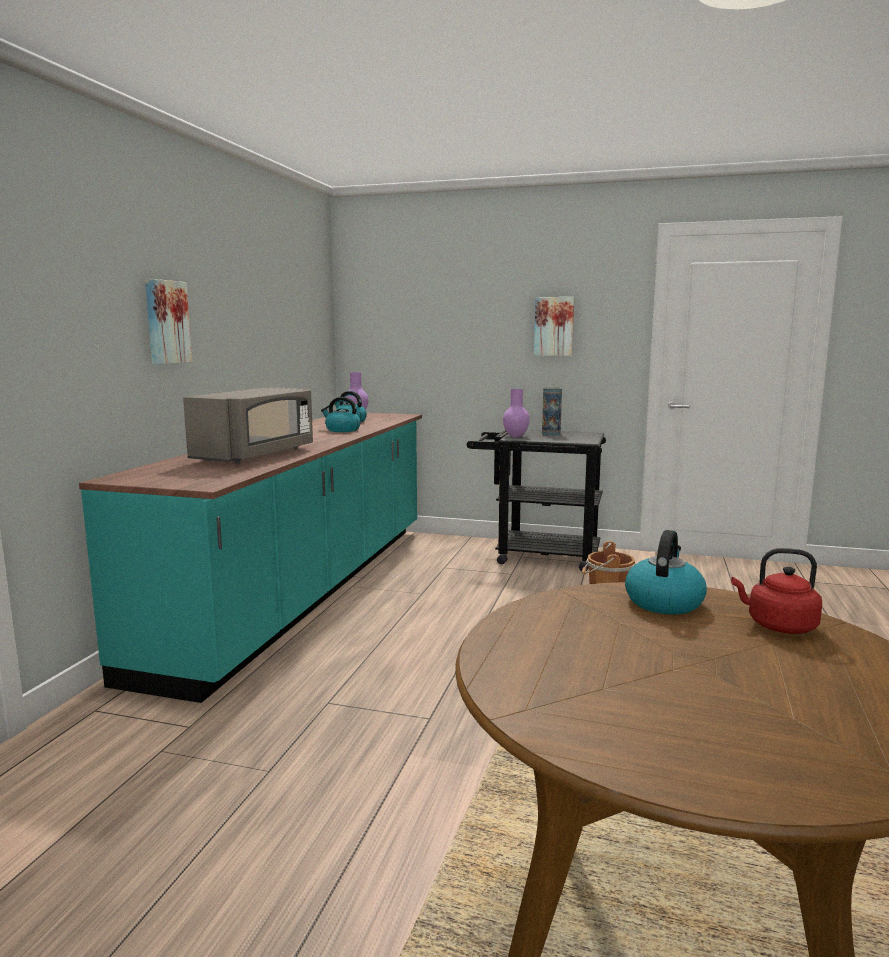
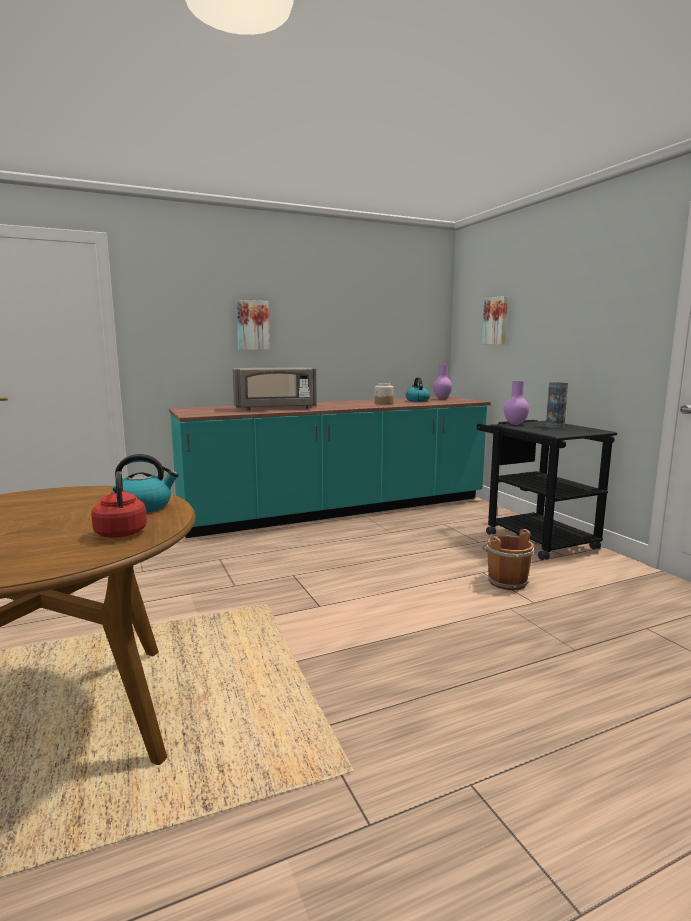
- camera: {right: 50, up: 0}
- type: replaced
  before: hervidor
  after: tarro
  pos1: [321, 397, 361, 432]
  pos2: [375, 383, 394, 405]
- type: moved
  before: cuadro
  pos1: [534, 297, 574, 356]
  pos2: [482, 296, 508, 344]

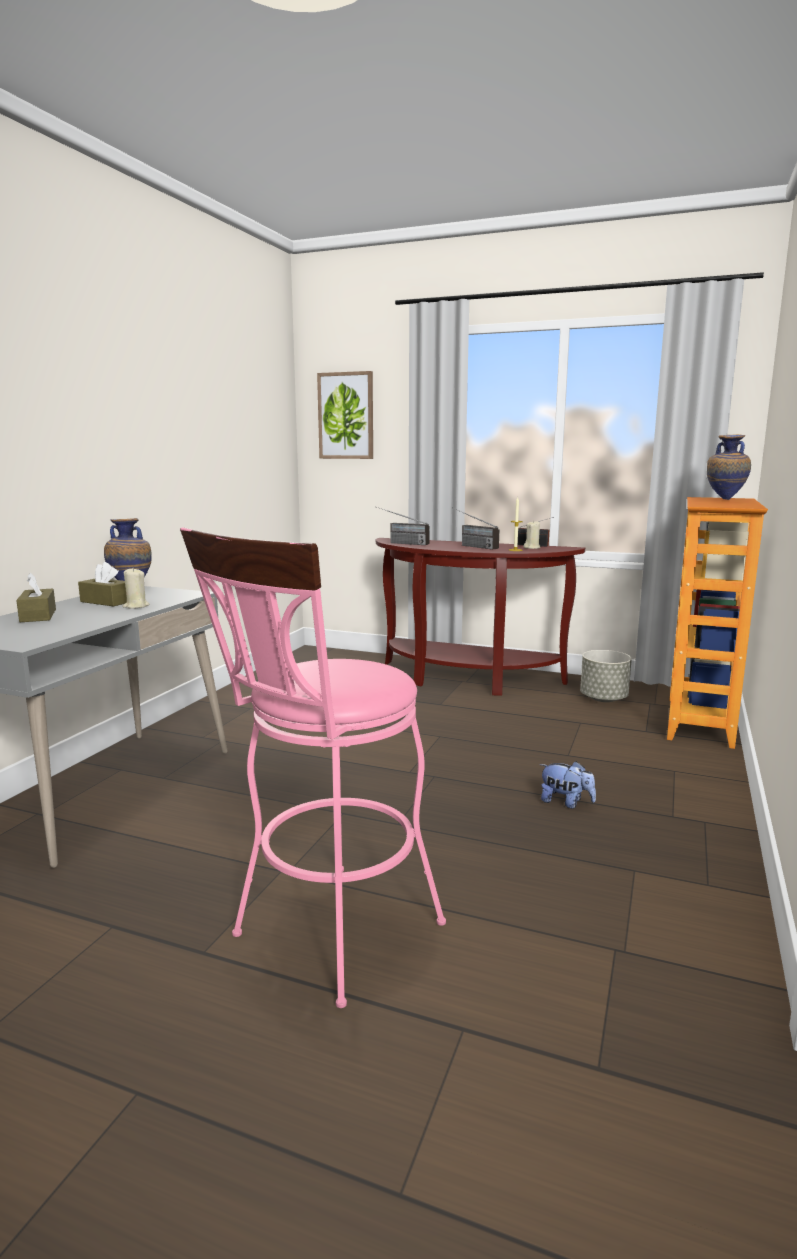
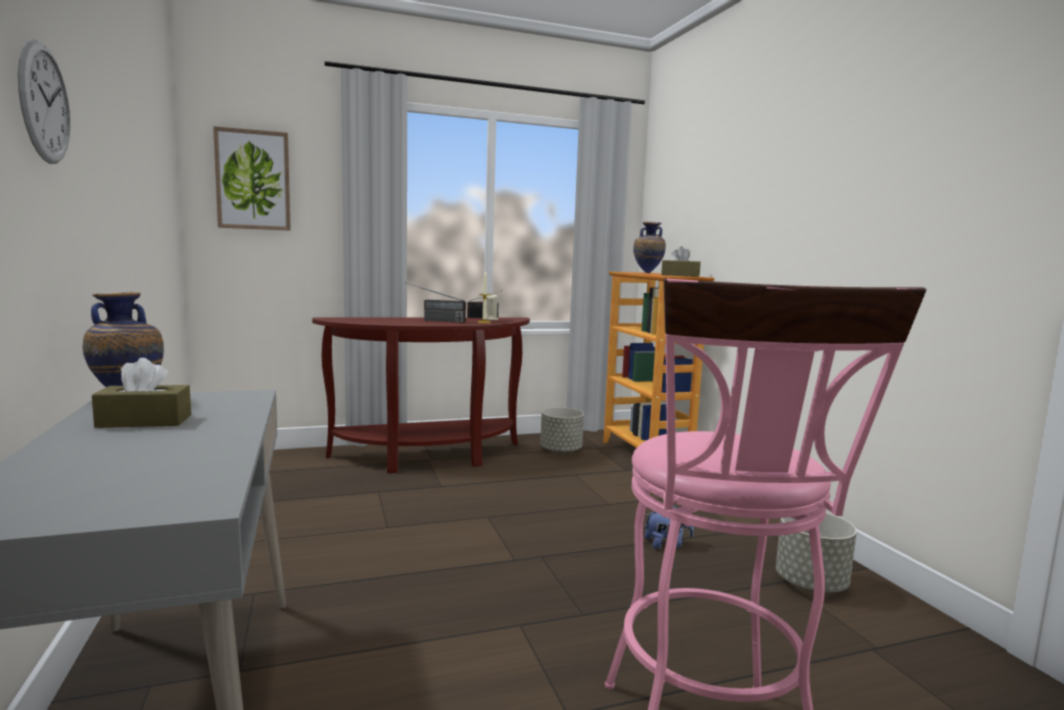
- camera: {right: -40, up: -5}
- type: added
  after: reloj de pared
  pos2: [18, 39, 70, 164]
- type: moved
  before: caja de pañuelos (marrón)
  pos1: [16, 572, 56, 622]
  pos2: [661, 246, 701, 277]
- type: added
  after: maceta (gris)
  pos2: [776, 512, 857, 592]
- type: removed
  before: vela (beis)
  pos1: [122, 568, 149, 609]
- type: removed
  before: radio
  pos1: [375, 506, 430, 545]

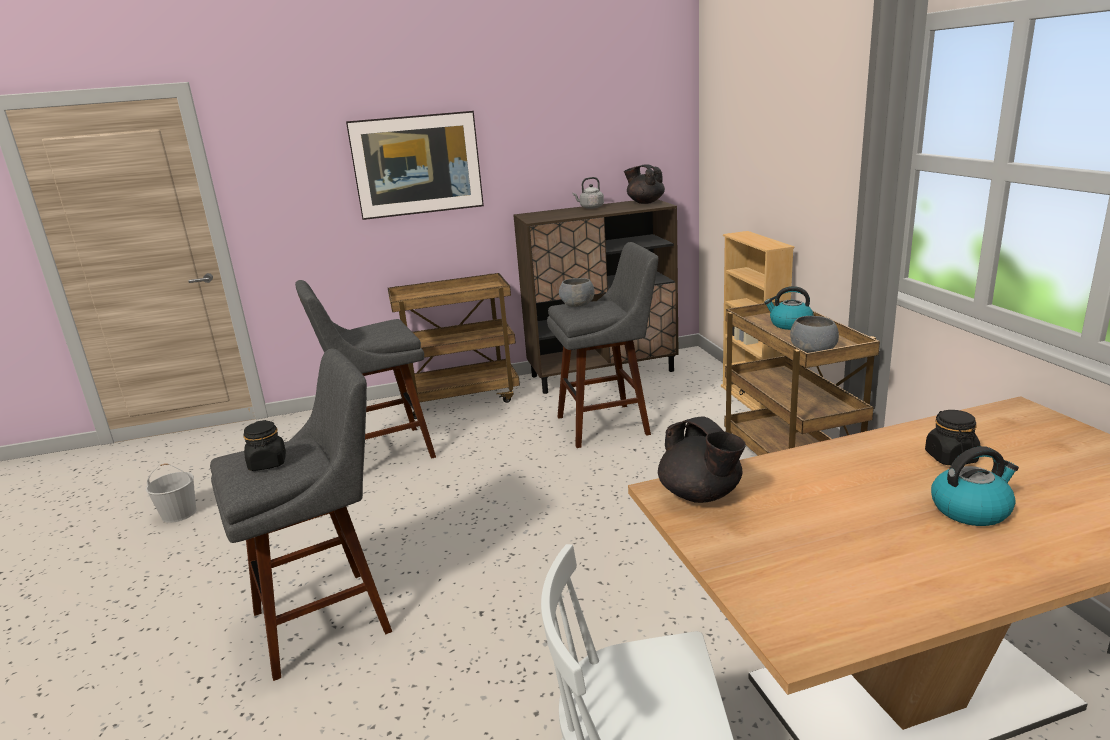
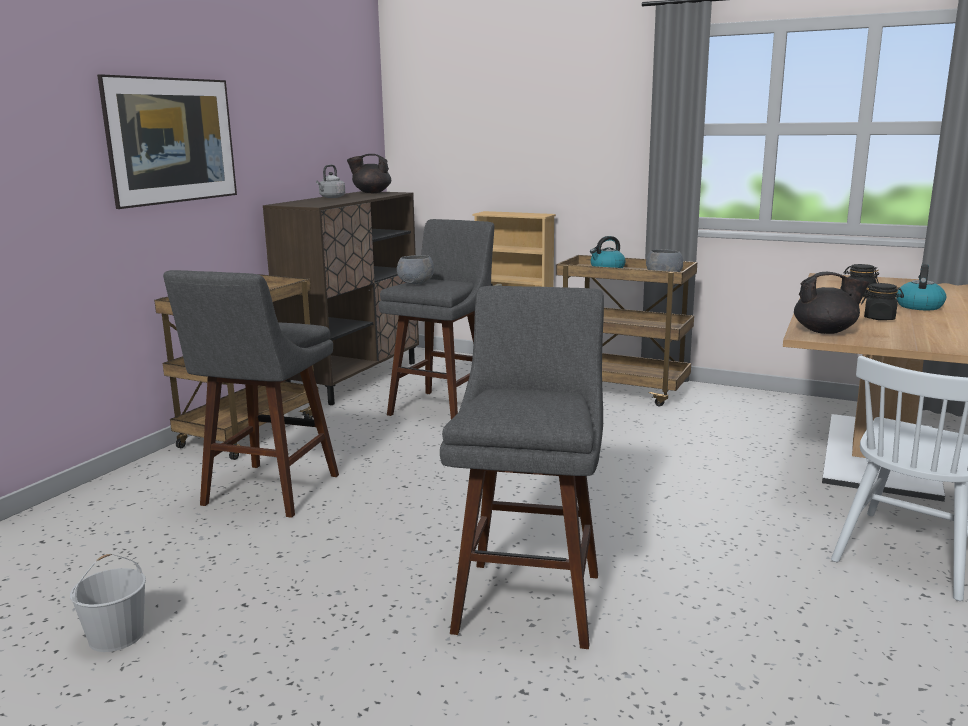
- camera: {right: -50, up: -5}
- type: moved
  before: tarro (negro)
  pos1: [244, 420, 286, 471]
  pos2: [861, 283, 904, 320]

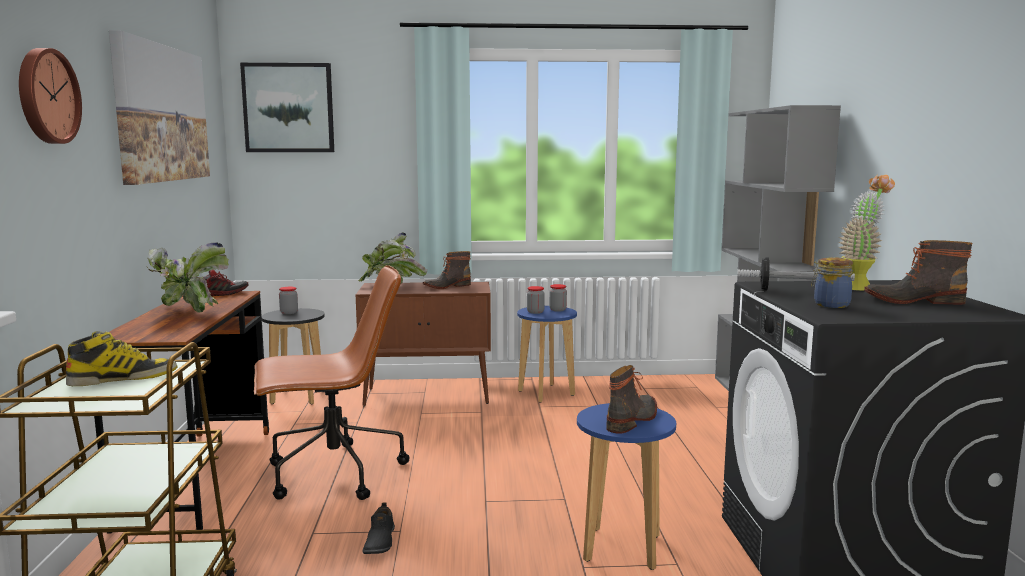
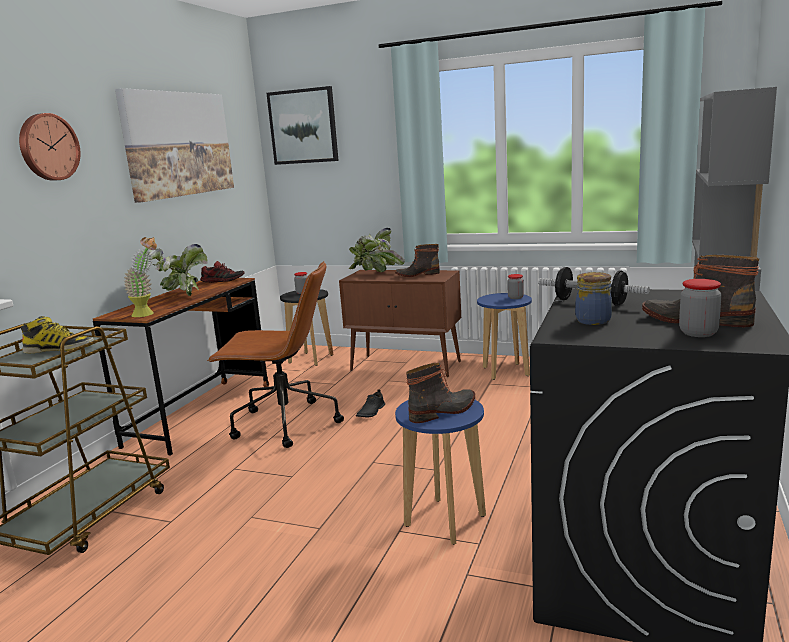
- camera: {right: 25, up: 5}
- type: moved
  before: planta en maceta
  pos1: [838, 175, 895, 290]
  pos2: [123, 237, 157, 317]
- type: moved
  before: zapato (negro)
  pos1: [362, 503, 395, 554]
  pos2: [356, 390, 385, 417]
- type: moved
  before: tarro
  pos1: [527, 286, 545, 314]
  pos2: [679, 279, 722, 337]

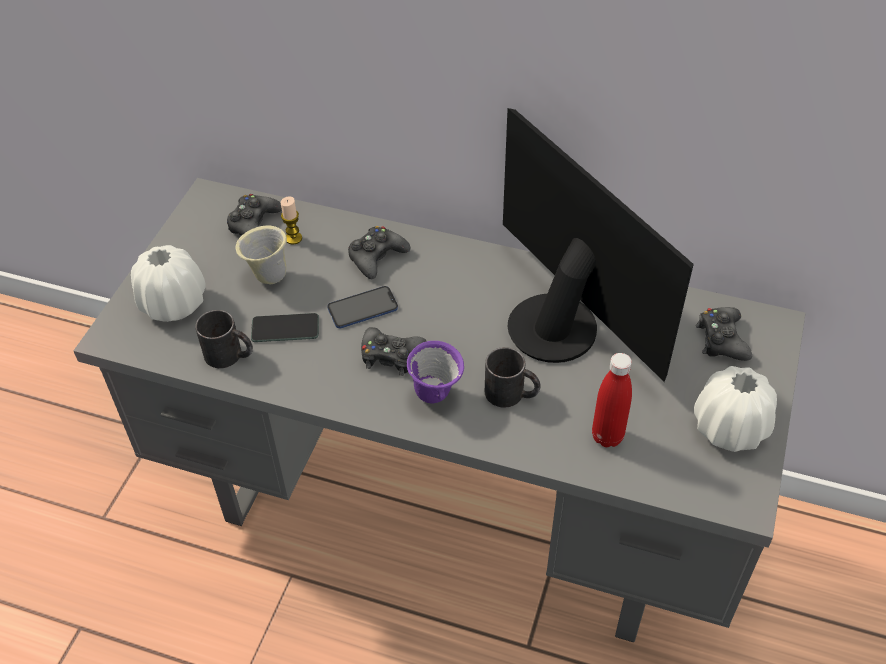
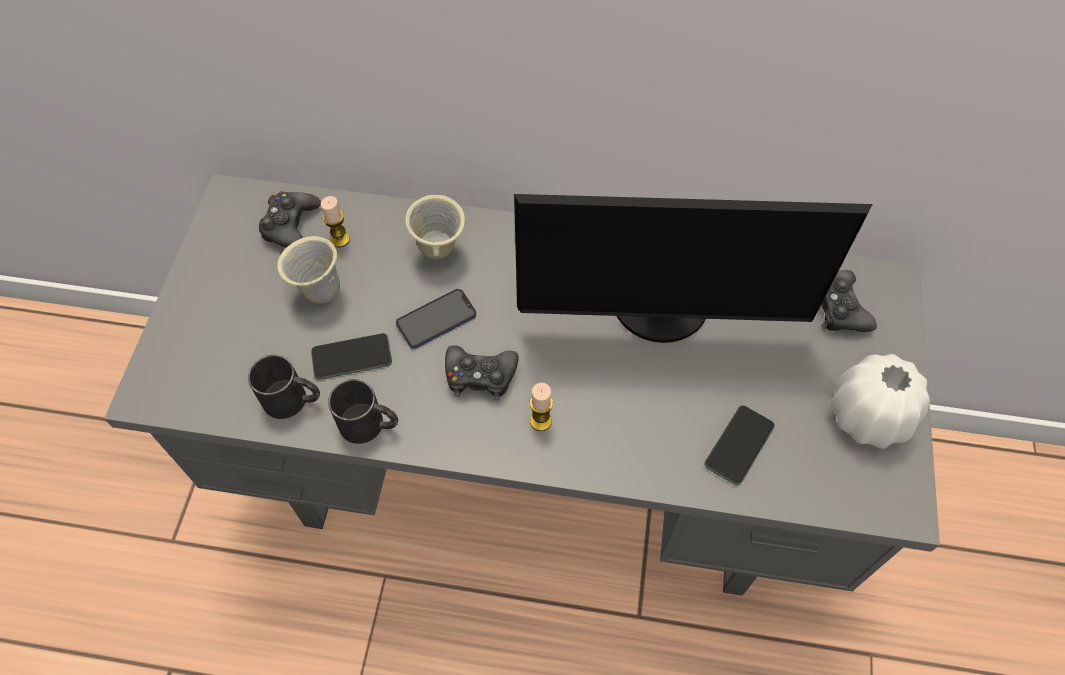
- camera: {right: -10, up: 10}
- type: moved
  before: taza grande (negro)
  pos1: [485, 347, 540, 408]
  pos2: [328, 379, 398, 444]
- type: replaced
  before: mando de consola (negro)
  after: taza grande (beis)
  pos1: [348, 226, 410, 279]
  pos2: [405, 195, 465, 259]
- type: turned
  before: monitor
  pos1: [503, 108, 694, 382]
  pos2: [514, 194, 873, 343]
  turn: 135
- type: replaced
  before: taza grande (morado)
  after: vela
  pos1: [407, 341, 464, 403]
  pos2: [530, 383, 553, 431]
- type: replaced
  before: botella (rojo)
  after: móvil
  pos1: [592, 353, 632, 447]
  pos2: [704, 405, 775, 485]
- type: removed
  before: florero (blanco)
  pos1: [131, 245, 205, 322]

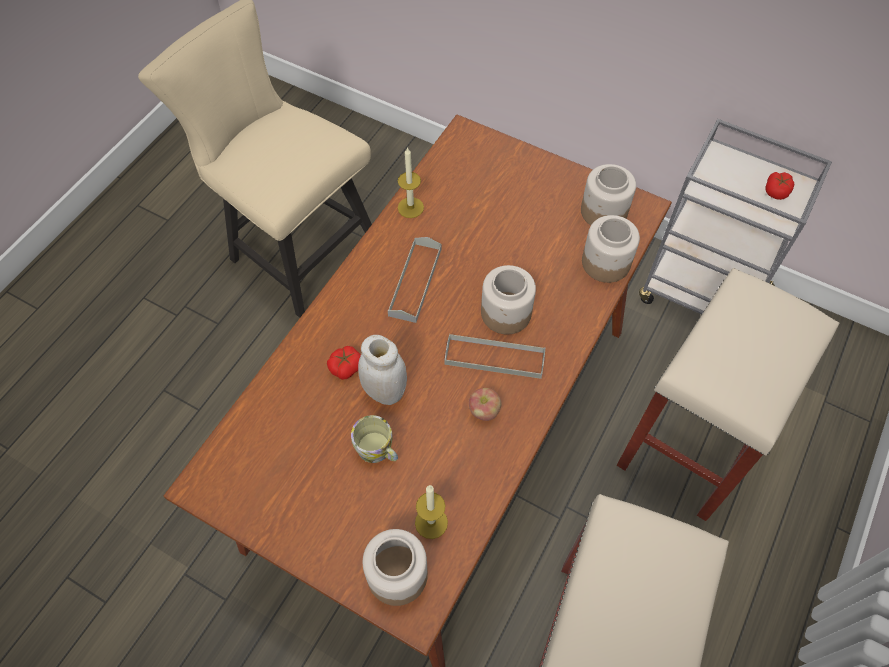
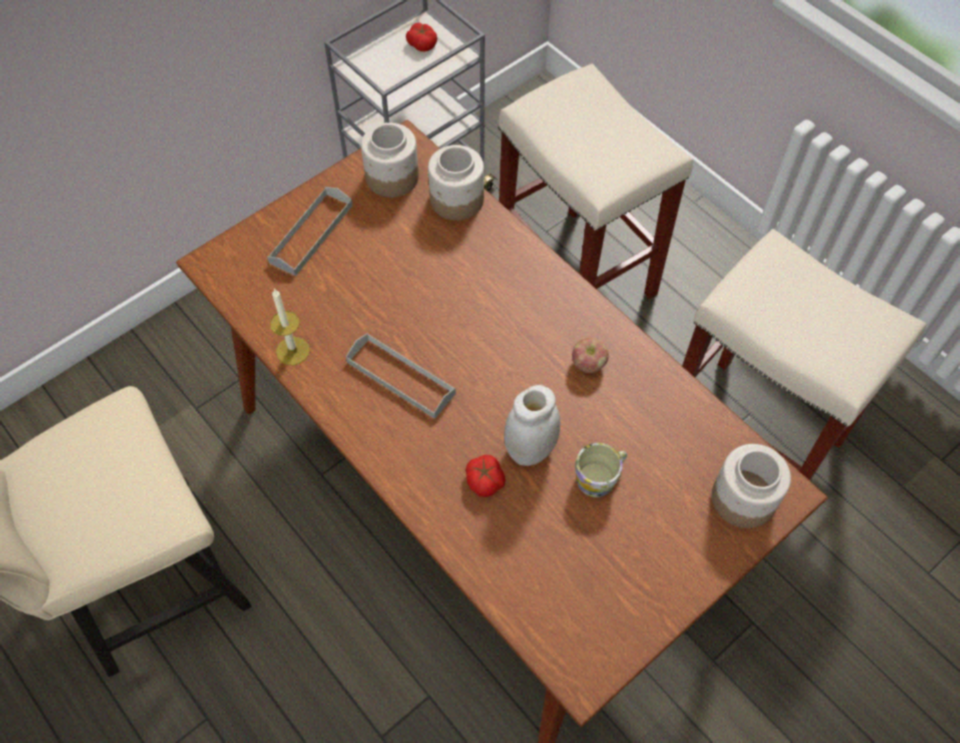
- camera: {right: -70, up: 0}
- type: moved
  before: bandeja (gris)
  pos1: [445, 334, 545, 379]
  pos2: [267, 187, 353, 276]
- type: removed
  before: vela
  pos1: [415, 485, 448, 539]
- type: removed
  before: tarro
  pos1: [481, 265, 536, 334]

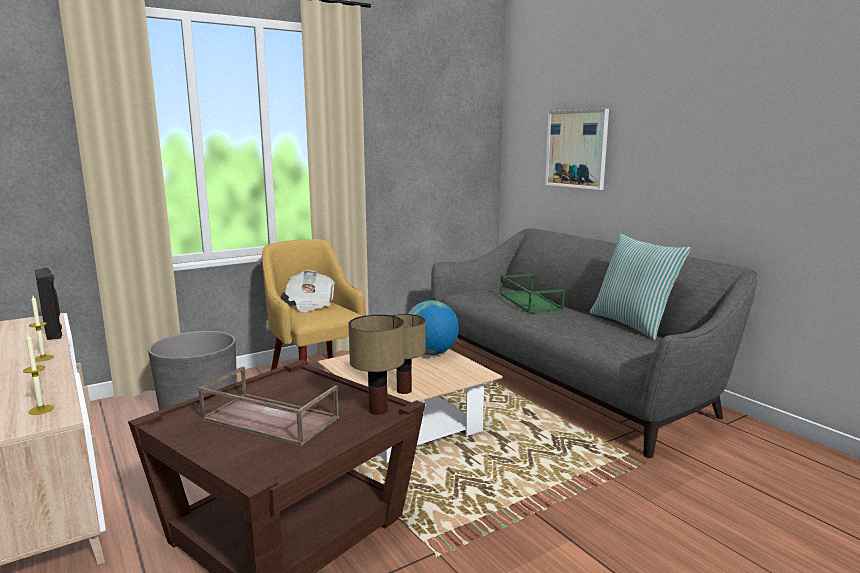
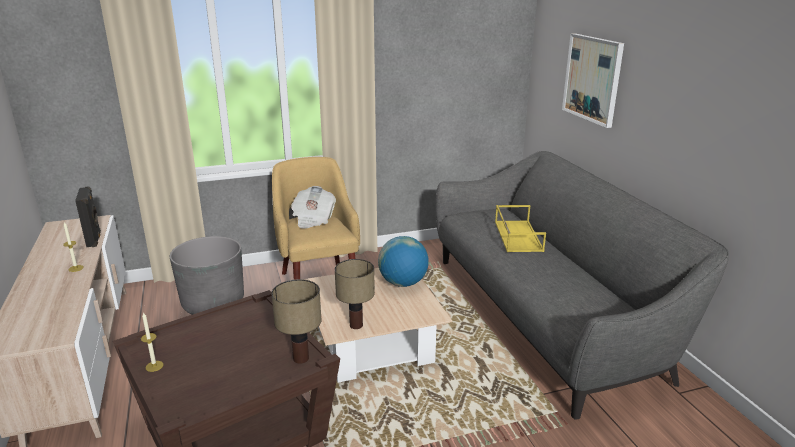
- camera: {right: 15, up: 10}
- type: moved
  before: vela
  pos1: [23, 334, 54, 415]
  pos2: [141, 312, 163, 372]
- type: recoloured
  before: bandeja (verde)
  after: bandeja (amarillo)
  pos1: [500, 274, 565, 313]
  pos2: [495, 205, 546, 252]
- type: removed
  before: bandeja (marrón)
  pos1: [198, 366, 339, 446]
- type: removed
  before: cojín
  pos1: [590, 233, 691, 340]

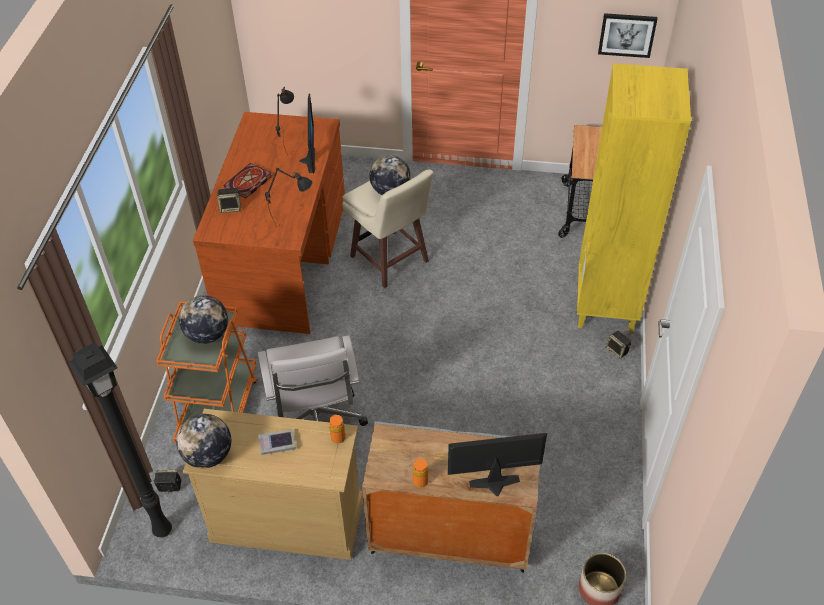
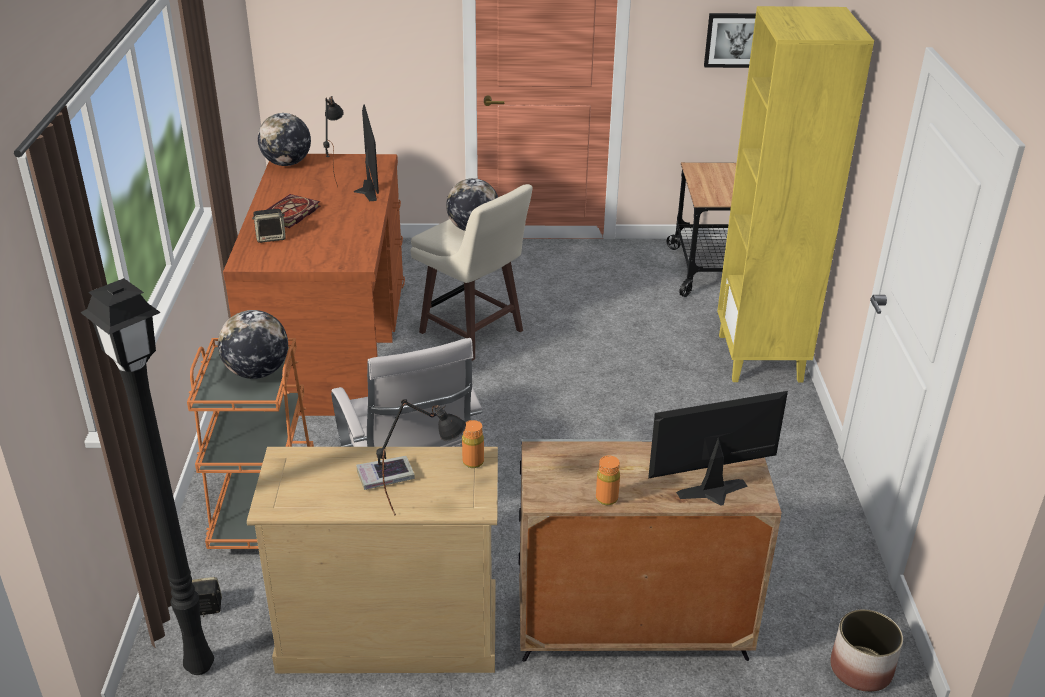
- camera: {right: -10, up: -15}
- type: moved
  before: globo terráqueo
  pos1: [176, 414, 231, 468]
  pos2: [258, 113, 311, 166]
- type: moved
  before: lámpara de mesa (negro)
  pos1: [265, 168, 312, 228]
  pos2: [376, 399, 466, 516]
- type: removed
  before: altavoz
  pos1: [606, 331, 632, 359]

